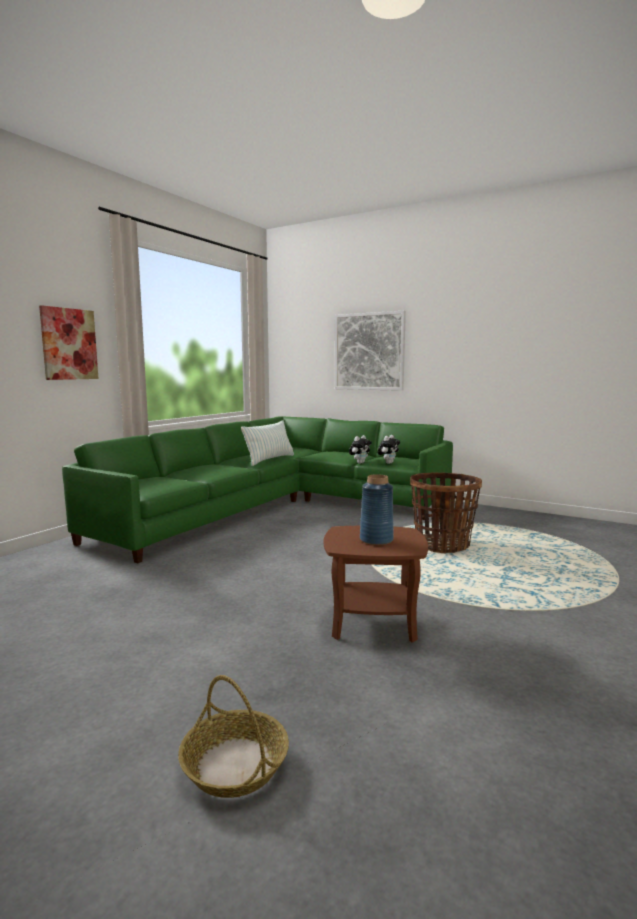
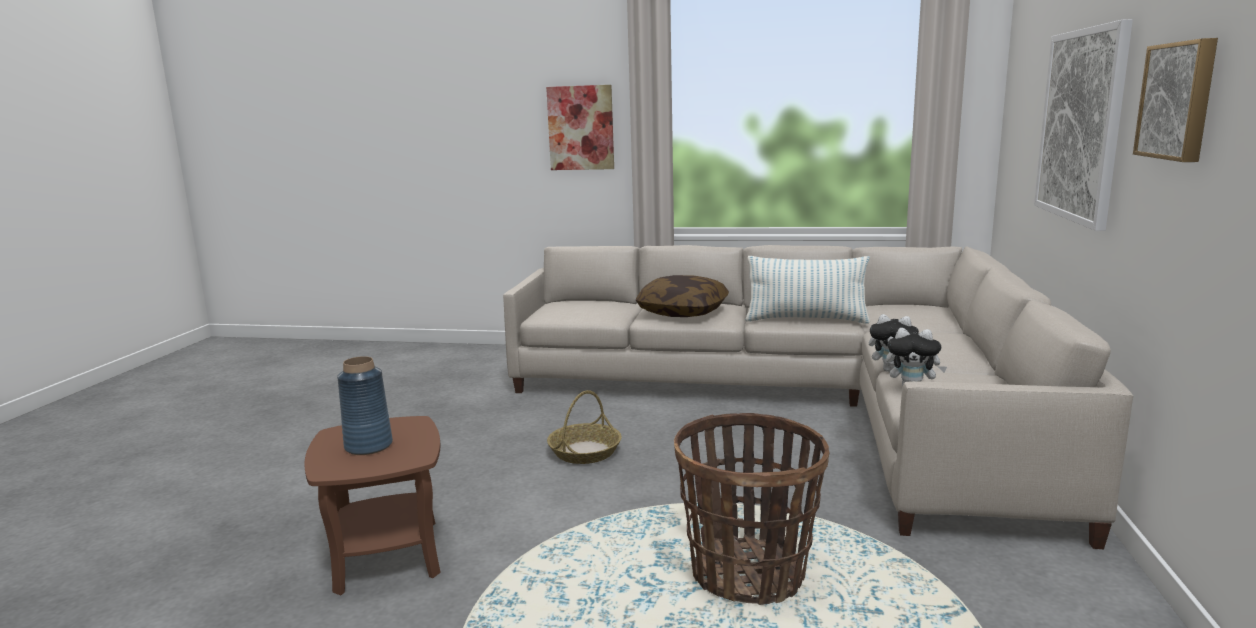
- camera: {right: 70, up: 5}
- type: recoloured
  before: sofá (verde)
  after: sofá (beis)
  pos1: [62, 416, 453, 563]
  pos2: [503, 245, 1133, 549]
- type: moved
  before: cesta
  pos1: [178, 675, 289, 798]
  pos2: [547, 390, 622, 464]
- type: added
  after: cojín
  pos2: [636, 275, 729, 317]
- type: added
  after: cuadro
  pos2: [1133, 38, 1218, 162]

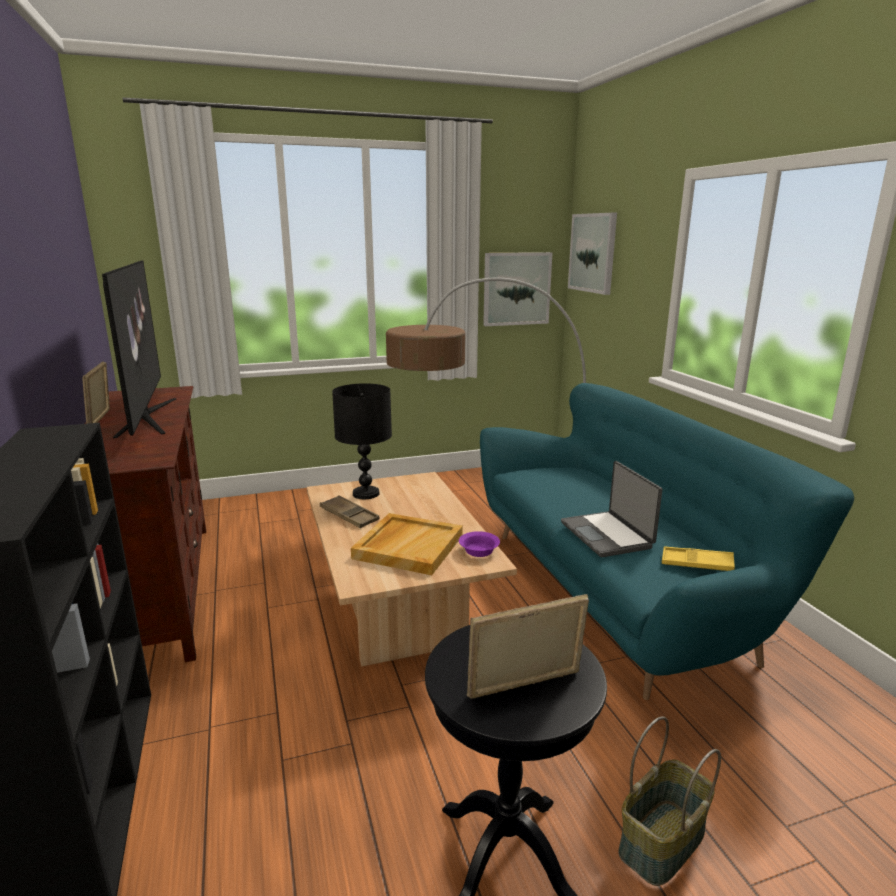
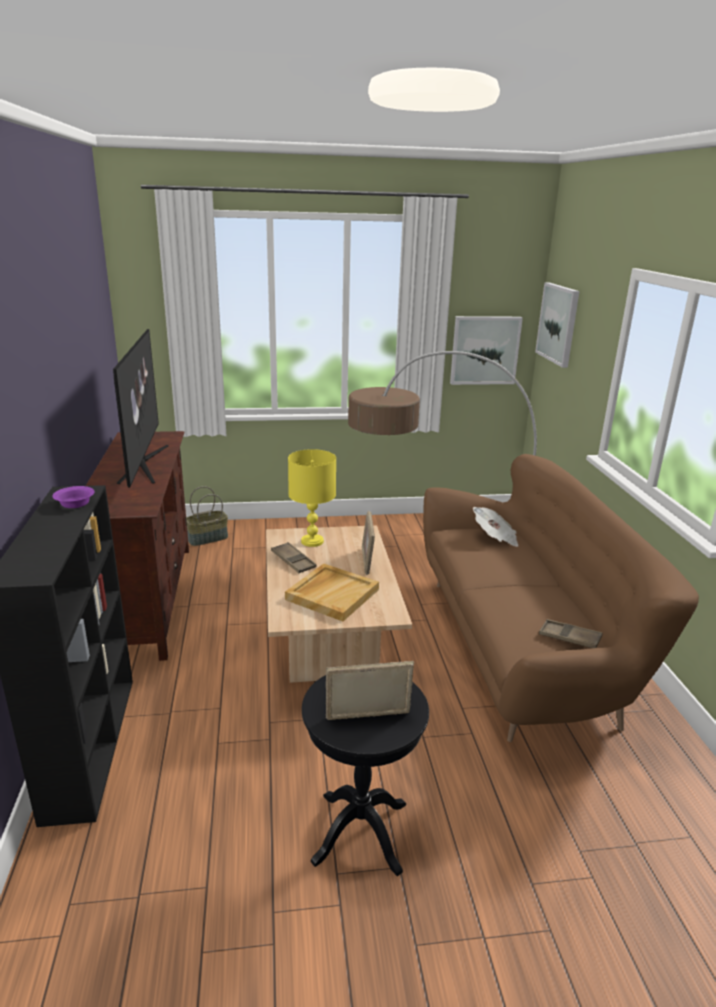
- camera: {right: 10, up: 5}
- type: moved
  before: cuenco (morado)
  pos1: [459, 531, 500, 557]
  pos2: [52, 486, 95, 508]
- type: moved
  before: cesta
  pos1: [618, 716, 721, 886]
  pos2: [186, 486, 228, 546]
- type: recoloured
  before: lámpara de mesa (negro)
  after: lámpara de mesa (amarillo)
  pos1: [332, 383, 392, 499]
  pos2: [288, 449, 336, 547]
- type: moved
  before: portarretratos
  pos1: [82, 361, 110, 424]
  pos2: [362, 511, 375, 575]
- type: recoloured
  before: sofá (turquesa)
  after: sofá (marrón)
  pos1: [480, 383, 854, 700]
  pos2: [423, 454, 699, 742]
- type: added
  after: periódico
  pos2: [473, 507, 518, 547]
- type: recoloured
  before: bandeja (amarillo)
  after: bandeja (marrón)
  pos1: [662, 547, 735, 571]
  pos2: [539, 619, 603, 648]
- type: removed
  before: portátil
  pos1: [561, 461, 662, 557]

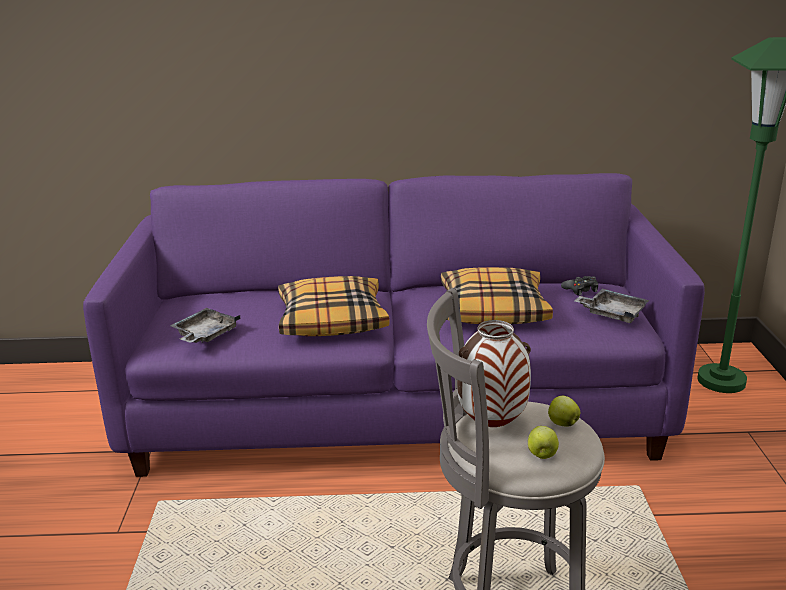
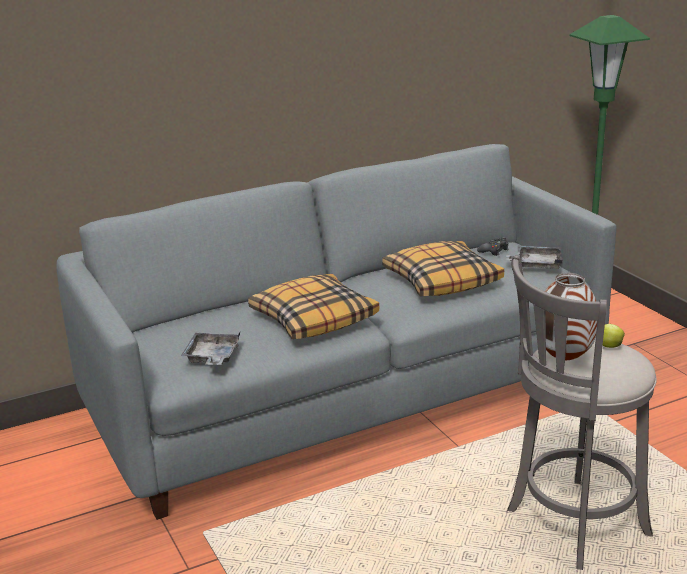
- camera: {right: -25, up: 0}
- type: recoloured
  before: sofá (morado)
  after: sofá (gris)
  pos1: [83, 173, 705, 477]
  pos2: [56, 144, 616, 520]
- type: removed
  before: manzana
  pos1: [528, 426, 559, 459]

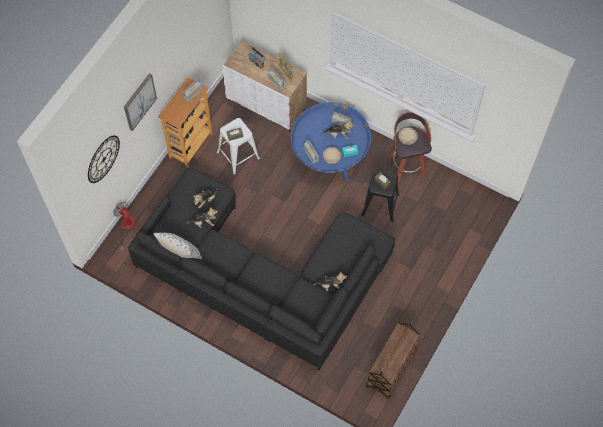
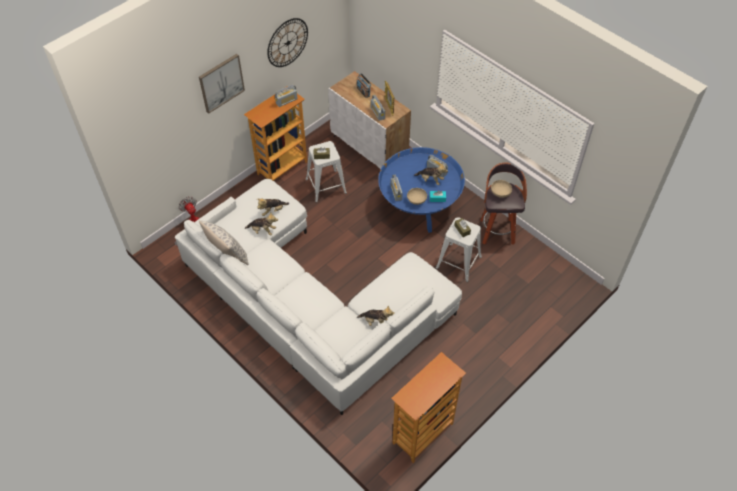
- camera: {right: 15, up: -10}
- type: recoloured
  before: sofá (negro)
  after: sofá (blanco)
  pos1: [128, 168, 395, 370]
  pos2: [175, 179, 462, 415]
- type: moved
  before: reloj de pared
  pos1: [88, 135, 120, 183]
  pos2: [267, 18, 308, 67]
- type: replaced
  before: carrito (marrón)
  after: estantería
  pos1: [366, 322, 420, 400]
  pos2: [391, 352, 466, 463]
- type: recoloured
  before: taburete (negro)
  after: taburete (blanco)
  pos1: [361, 171, 399, 223]
  pos2: [436, 217, 482, 282]

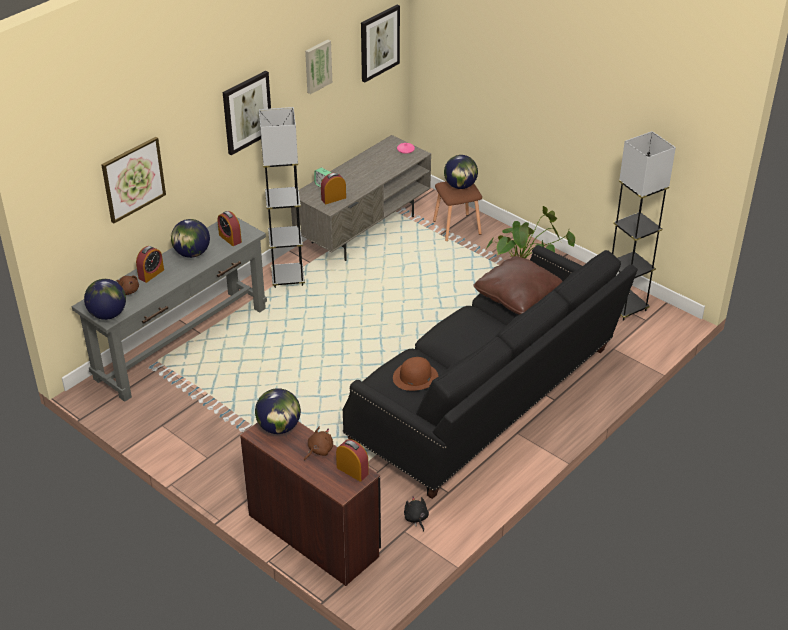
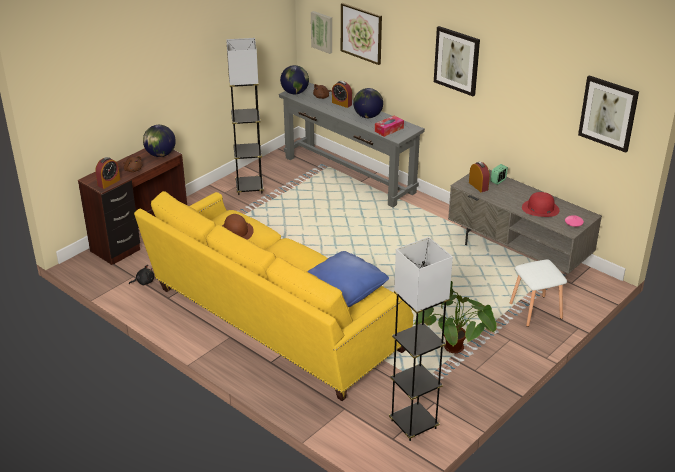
- camera: {right: 90, up: -5}
- type: recoloured
  before: sofá (negro)
  after: sofá (amarillo)
  pos1: [343, 245, 638, 499]
  pos2: [134, 191, 413, 401]
- type: moved
  before: lámpara de pie (gris)
  pos1: [259, 107, 305, 288]
  pos2: [226, 38, 264, 195]
- type: recoloured
  before: cojín (marrón)
  after: cojín (azul)
  pos1: [473, 256, 563, 315]
  pos2: [307, 251, 389, 307]
- type: moved
  before: cuadro
  pos1: [305, 39, 332, 94]
  pos2: [311, 11, 332, 54]
- type: replaced
  before: despertador
  after: caja de pañuelos
  pos1: [217, 211, 242, 246]
  pos2: [375, 115, 404, 137]
- type: recoloured
  before: taburete (marrón)
  after: taburete (blanco)
  pos1: [433, 181, 482, 241]
  pos2: [510, 259, 567, 327]
- type: added
  after: sombrero (rojo)
  pos2: [522, 192, 560, 217]
- type: removed
  before: globo terráqueo
  pos1: [444, 155, 478, 189]

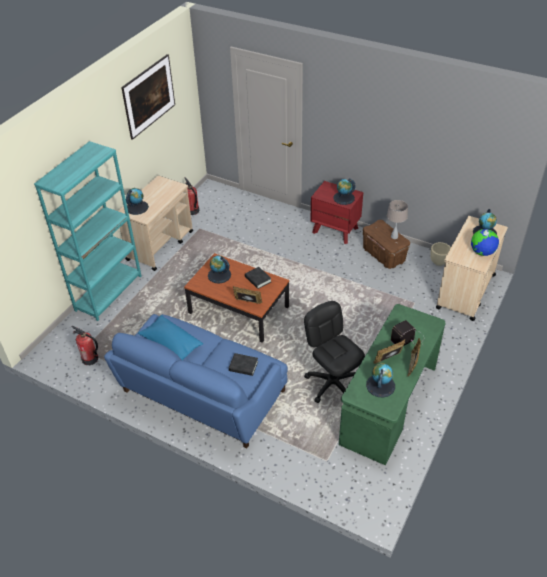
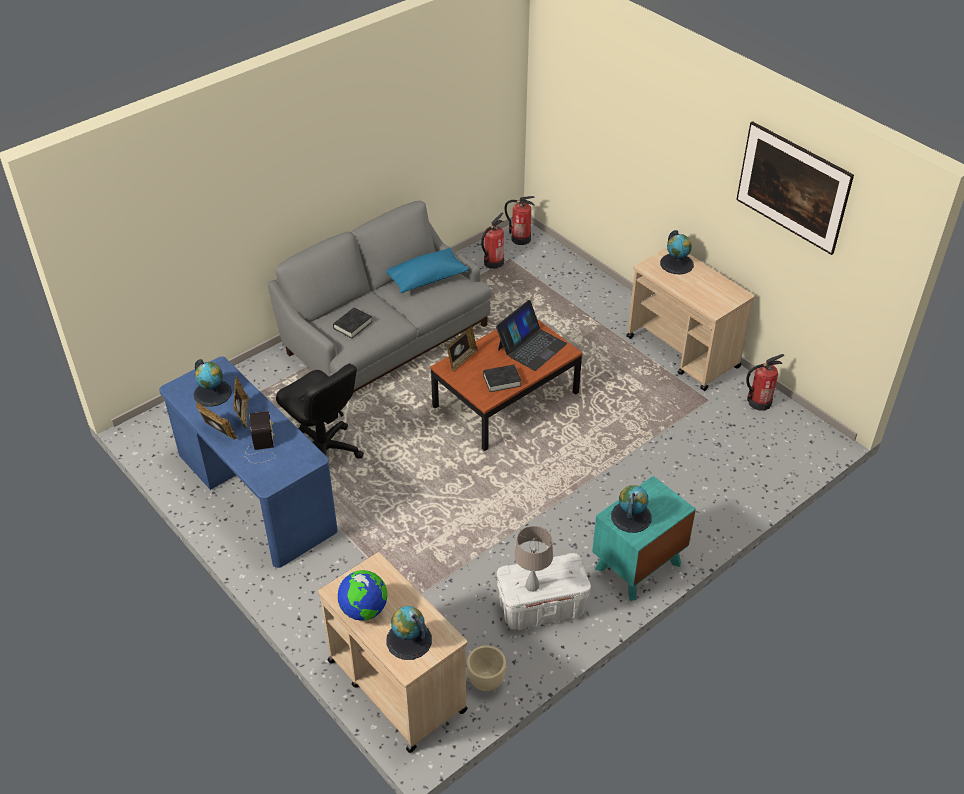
- camera: {right: 110, up: 0}
- type: recoloured
  before: escritorio (verde)
  after: escritorio (azul)
  pos1: [339, 304, 445, 465]
  pos2: [159, 357, 338, 568]
- type: recoloured
  before: sofá (azul)
  after: sofá (gris)
  pos1: [104, 314, 288, 448]
  pos2: [268, 201, 491, 403]
- type: turned
  before: silla de oficina (negro)
  pos1: [304, 301, 365, 403]
  pos2: [276, 364, 364, 459]
  turn: 60
- type: replaced
  before: globo terráqueo
  after: portátil
  pos1: [208, 256, 231, 284]
  pos2: [496, 300, 567, 371]
- type: recoloured
  before: caja de almacenaje (marrón)
  after: caja de almacenaje (blanco)
  pos1: [363, 220, 410, 269]
  pos2: [497, 553, 591, 630]
- type: added
  after: extintor
  pos2: [504, 196, 535, 245]
- type: recoloured
  before: mesita de noche (rojo)
  after: mesita de noche (turquesa)
  pos1: [310, 181, 363, 244]
  pos2: [592, 476, 696, 601]
- type: removed
  before: estantería (turquesa)
  pos1: [34, 141, 142, 321]

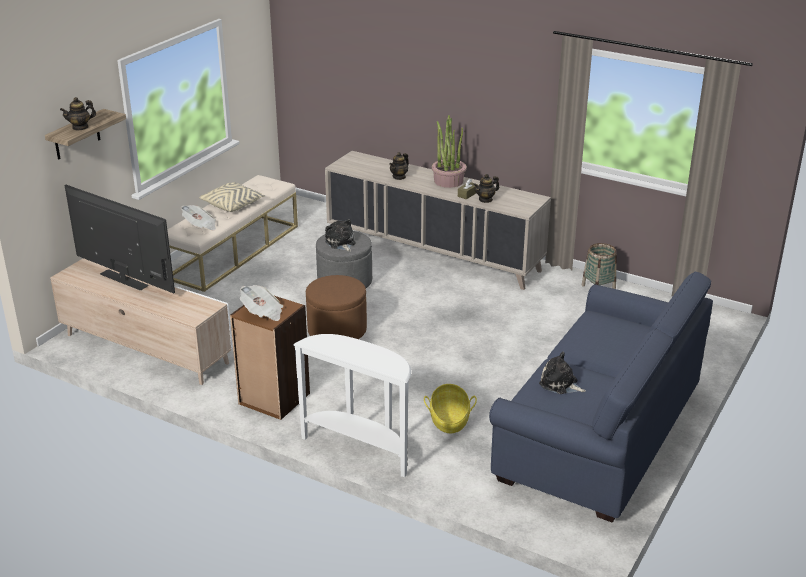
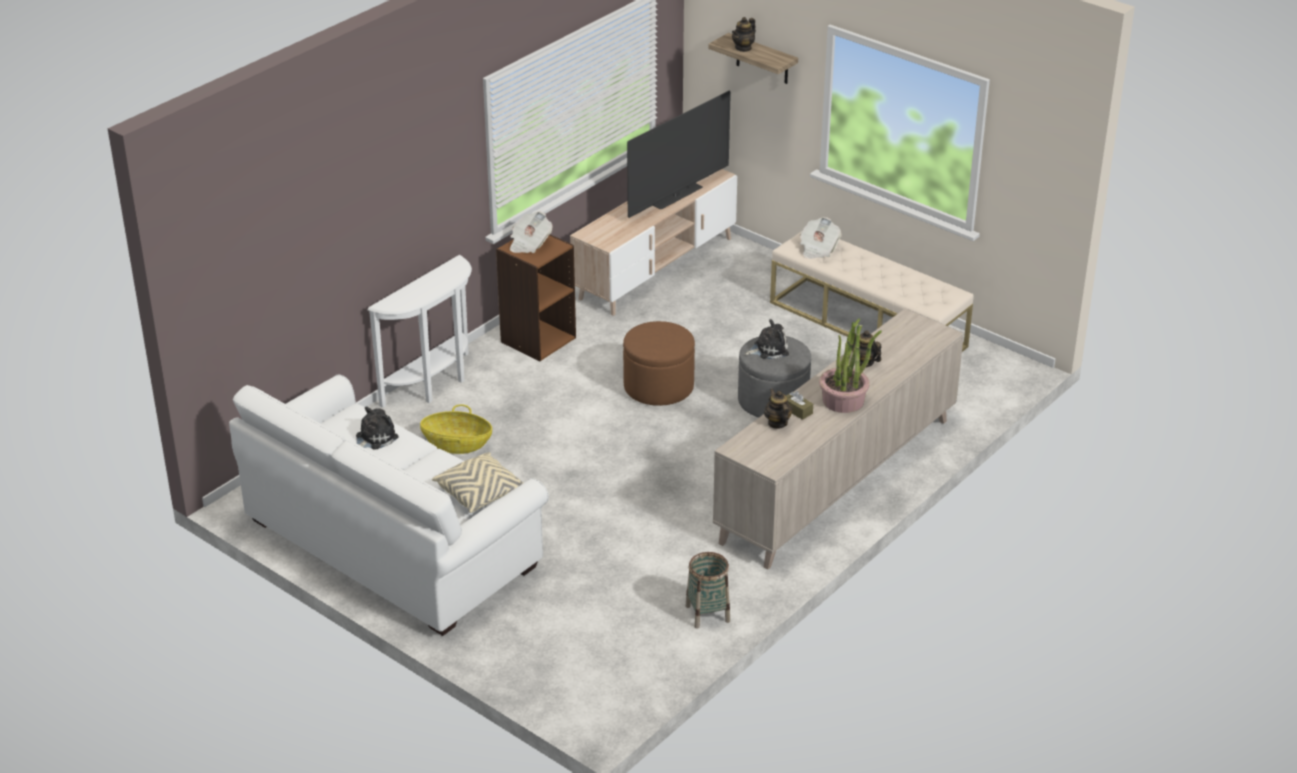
- camera: {right: 100, up: 5}
- type: recoloured
  before: sofá (azul)
  after: sofá (blanco)
  pos1: [489, 272, 713, 523]
  pos2: [229, 375, 549, 636]
- type: moved
  before: cojín (beis)
  pos1: [199, 182, 265, 212]
  pos2: [432, 452, 523, 513]
- type: turned
  before: tetera
  pos1: [60, 97, 96, 130]
  pos2: [732, 17, 756, 52]
  turn: -120

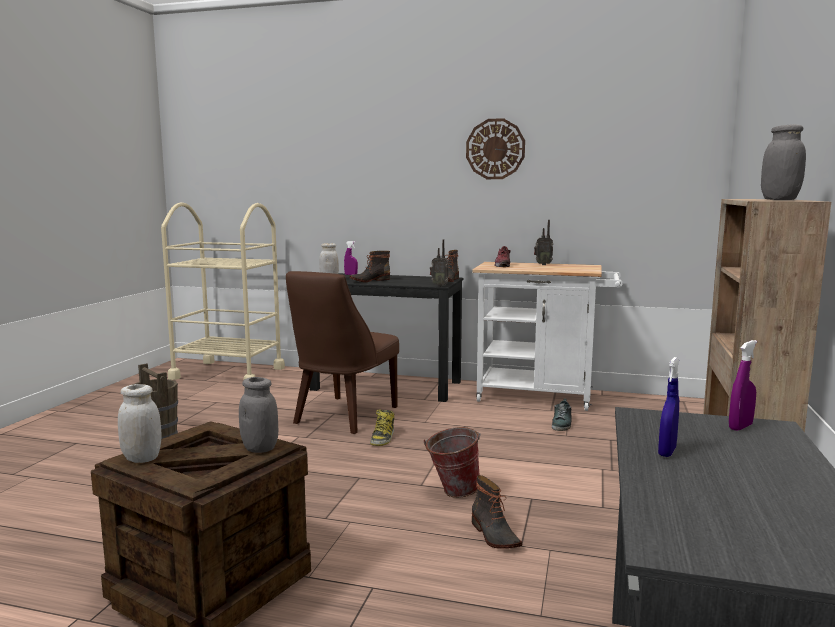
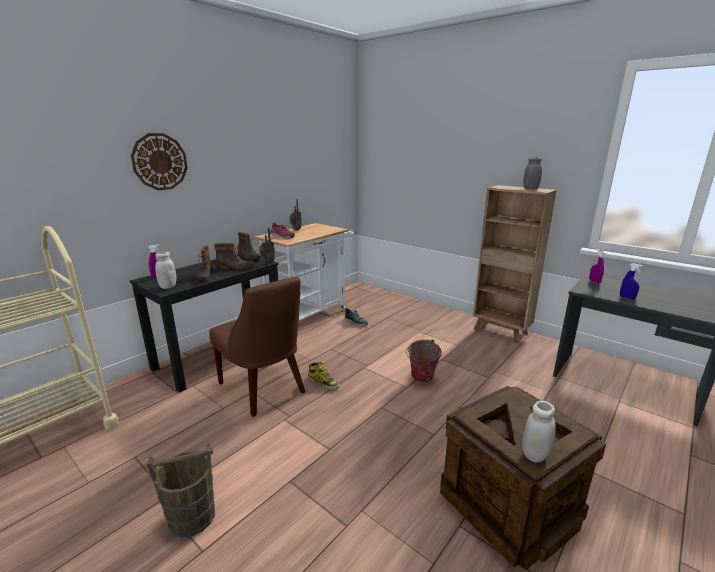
- camera: {right: -65, up: 10}
- type: moved
  before: reloj de pared
  pos1: [466, 118, 525, 179]
  pos2: [131, 133, 188, 191]
- type: moved
  before: bota
  pos1: [472, 475, 522, 549]
  pos2: [214, 243, 255, 270]
- type: removed
  before: tarro (gris)
  pos1: [239, 377, 278, 453]

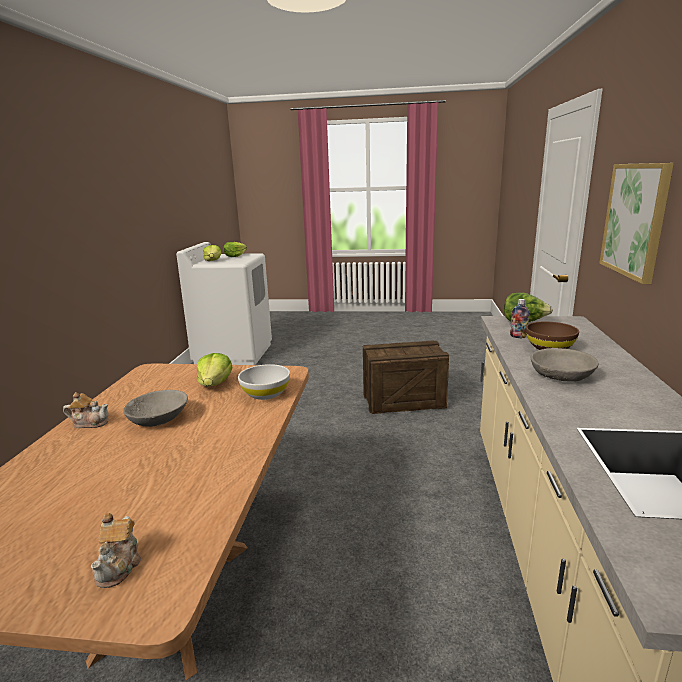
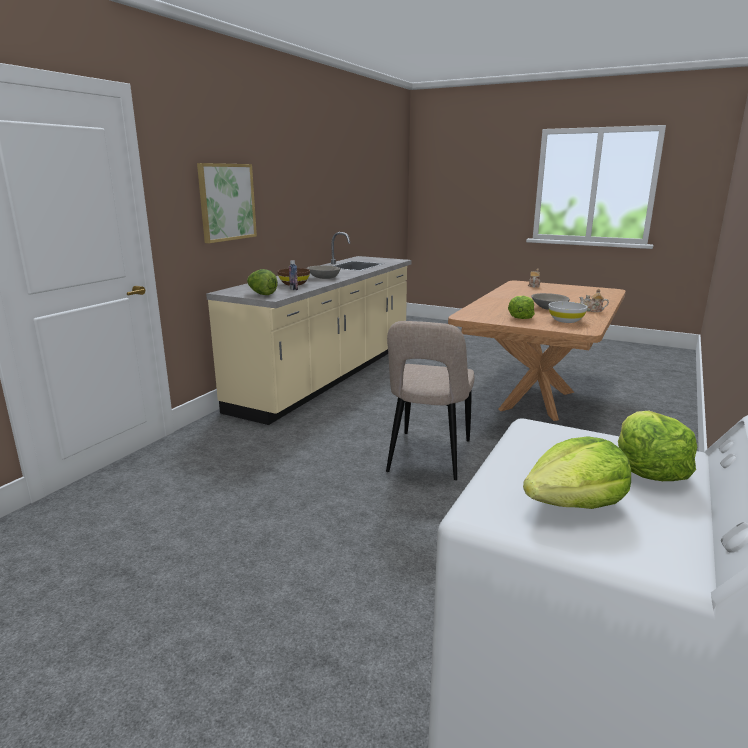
- camera: {right: -160, up: 0}
- type: added
  after: silla (beis)
  pos2: [386, 321, 475, 480]
- type: moved
  before: cuenco (blanco)
  pos1: [238, 364, 290, 400]
  pos2: [549, 301, 588, 323]
- type: removed
  before: caja de embalaje
  pos1: [363, 340, 449, 414]

